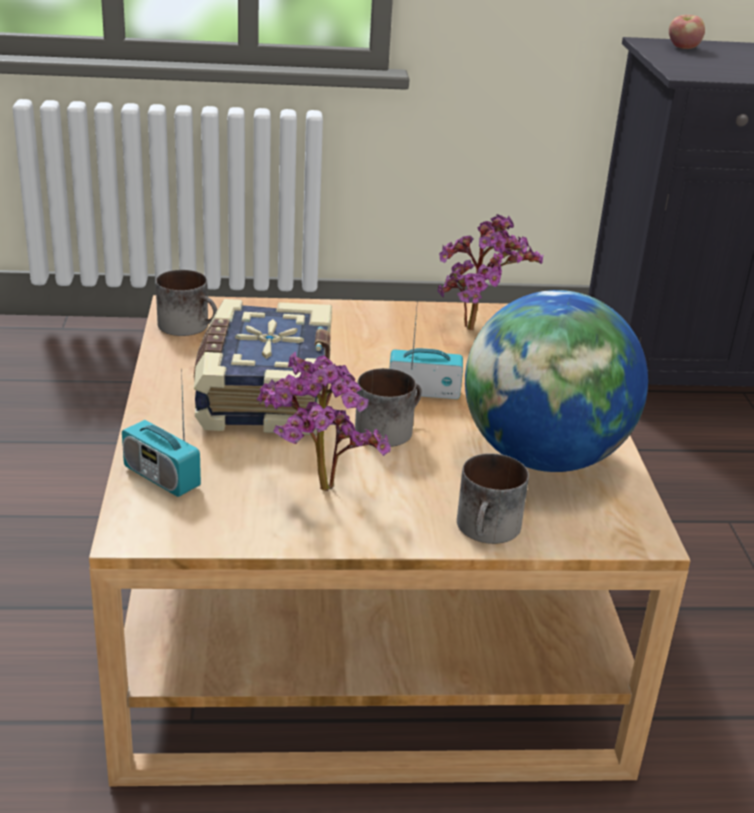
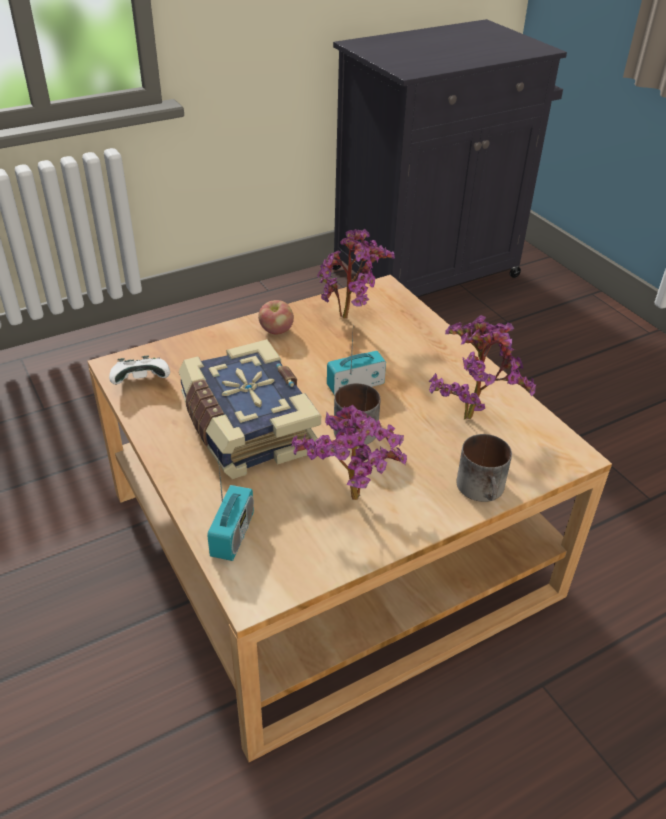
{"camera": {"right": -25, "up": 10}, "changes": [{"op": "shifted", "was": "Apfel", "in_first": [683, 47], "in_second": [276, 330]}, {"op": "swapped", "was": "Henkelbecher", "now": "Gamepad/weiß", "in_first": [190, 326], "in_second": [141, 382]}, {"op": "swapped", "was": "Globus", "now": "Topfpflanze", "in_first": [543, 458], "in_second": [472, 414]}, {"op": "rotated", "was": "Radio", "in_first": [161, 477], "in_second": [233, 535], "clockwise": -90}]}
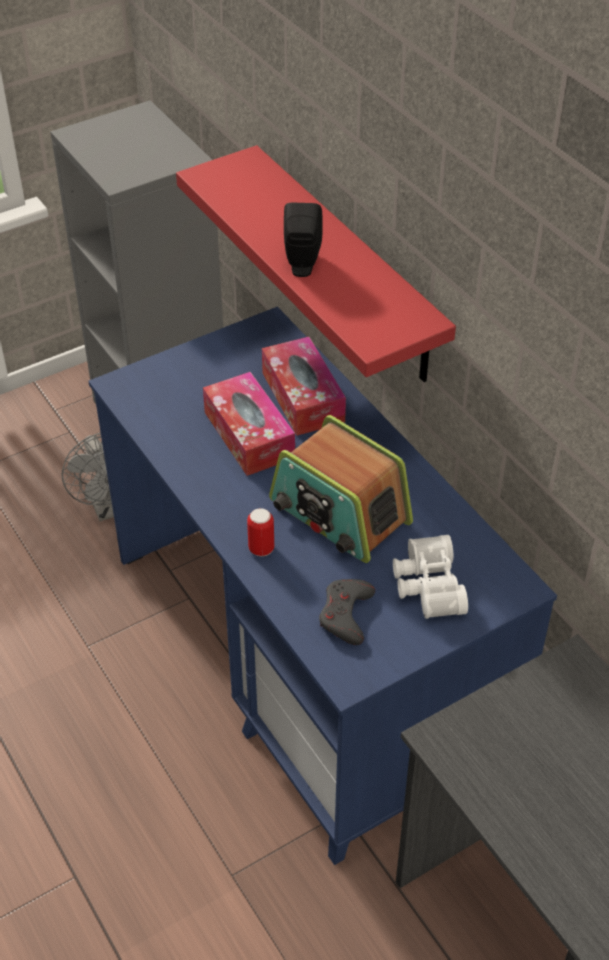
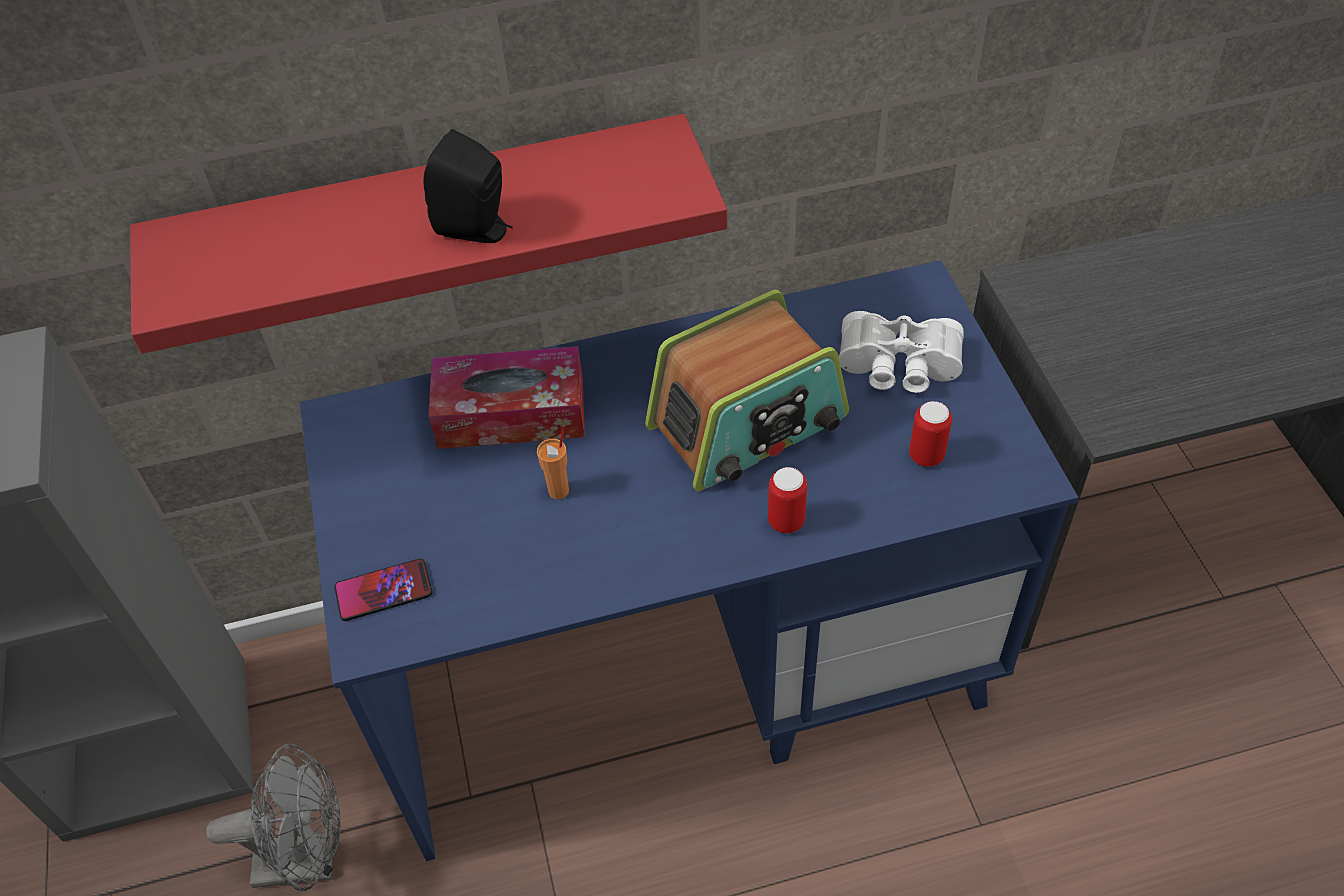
{"camera": {"right": -70, "up": 5}, "changes": [{"op": "new", "now": "Handy", "in_second": [383, 591]}, {"op": "swapped", "was": "Taschentuchbox", "now": "Tasse/orange", "in_first": [249, 435], "in_second": [559, 490]}, {"op": "swapped", "was": "Gamepad/grau", "now": "Dose", "in_first": [346, 615], "in_second": [926, 456]}]}
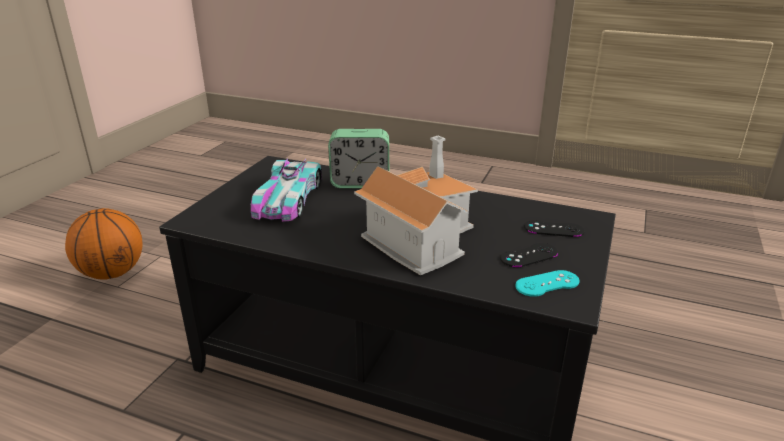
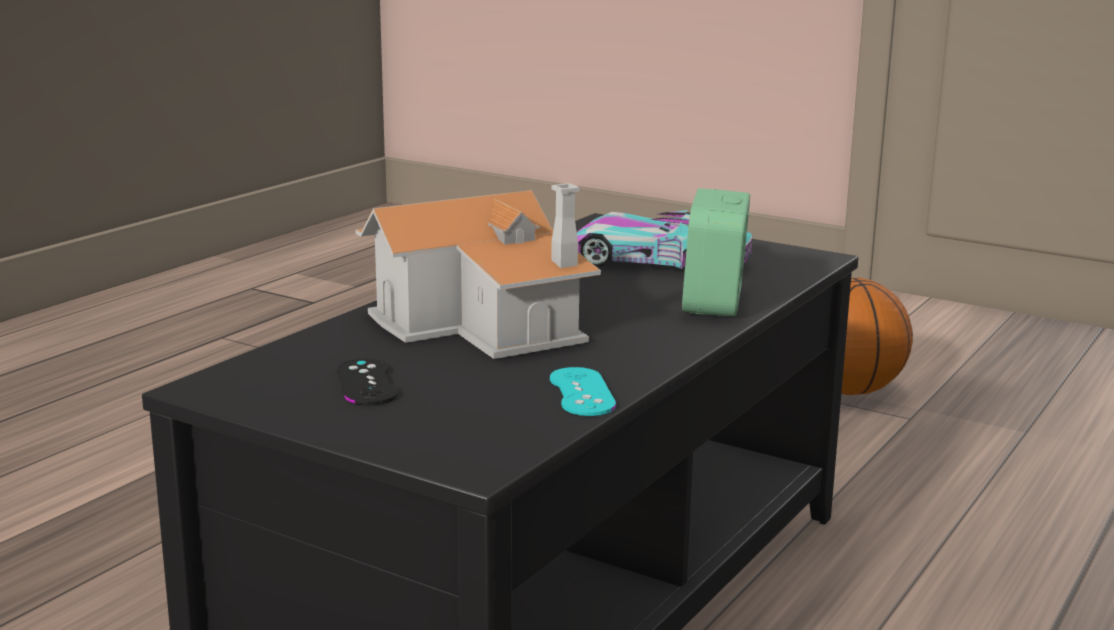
{"camera": {"right": 100, "up": -10}, "changes": [{"op": "gone", "was": "Gamepad/schwarz", "in_first": [553, 229]}, {"op": "shifted", "was": "Gamepad/türkis", "in_first": [547, 284], "in_second": [581, 392]}]}
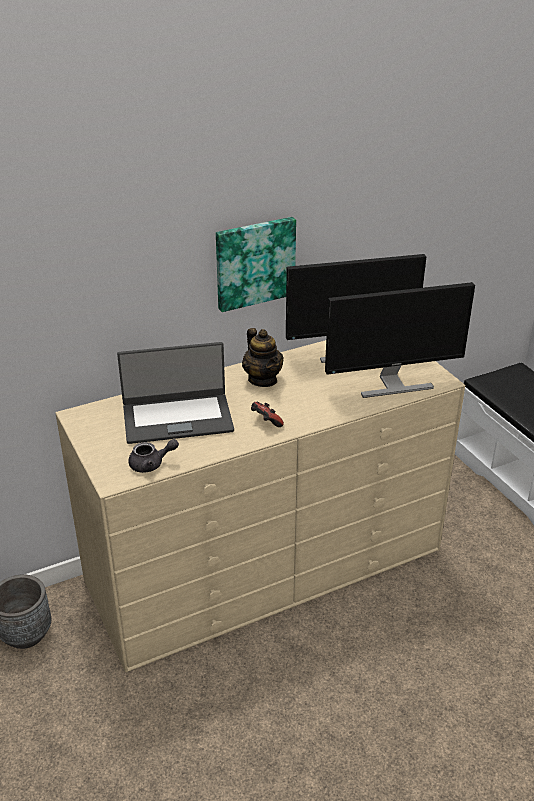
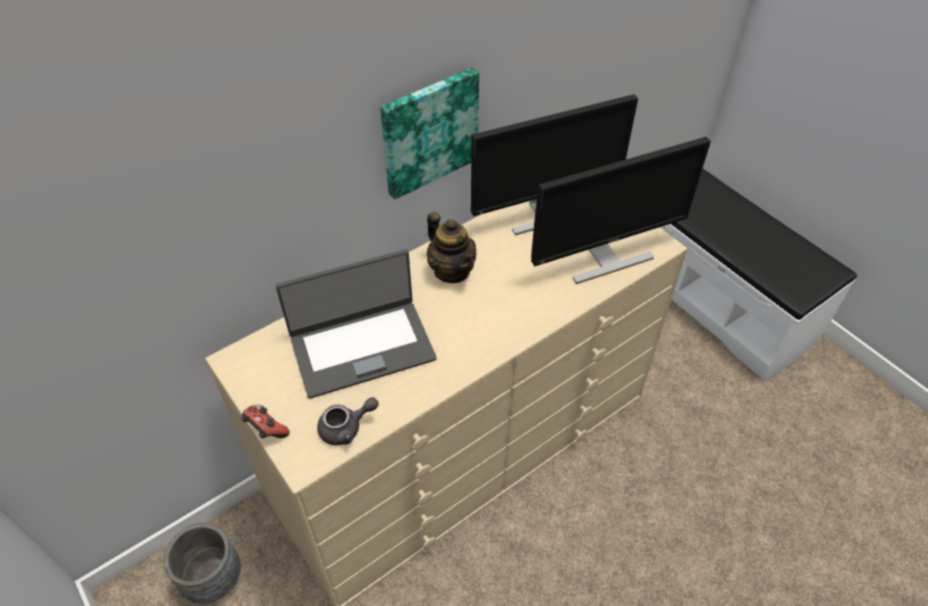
{"camera": {"right": -10, "up": 15}, "changes": [{"op": "shifted", "was": "Gamepad", "in_first": [265, 422], "in_second": [266, 430]}]}
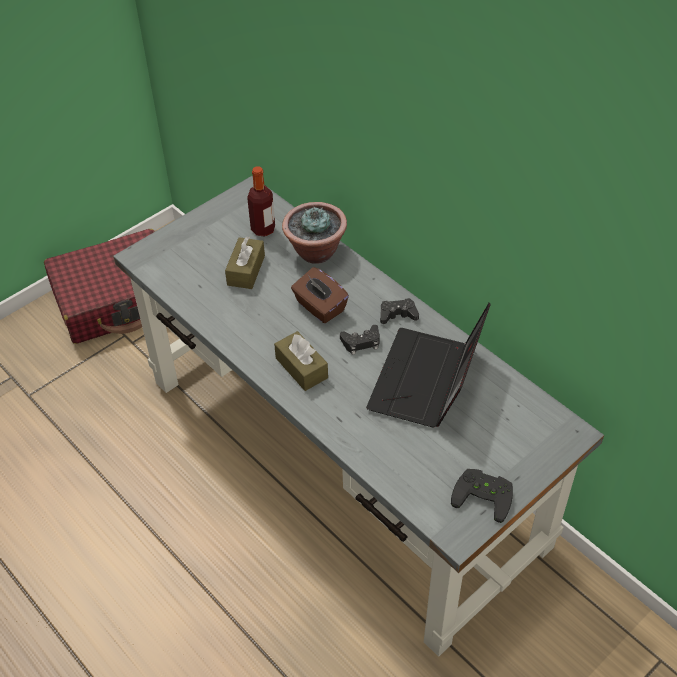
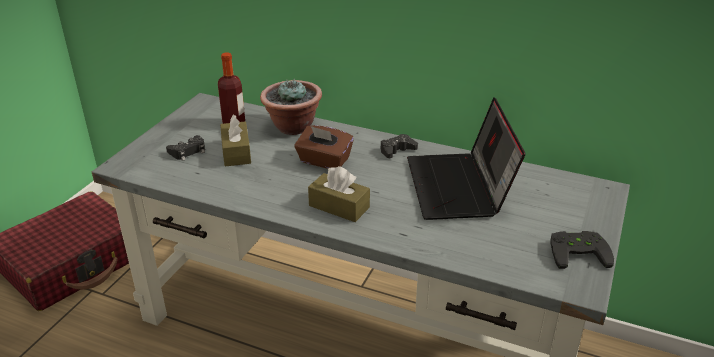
{"camera": {"right": -25, "up": -15}, "changes": [{"op": "shifted", "was": "Gamepad/schwarz", "in_first": [361, 342], "in_second": [188, 151]}]}
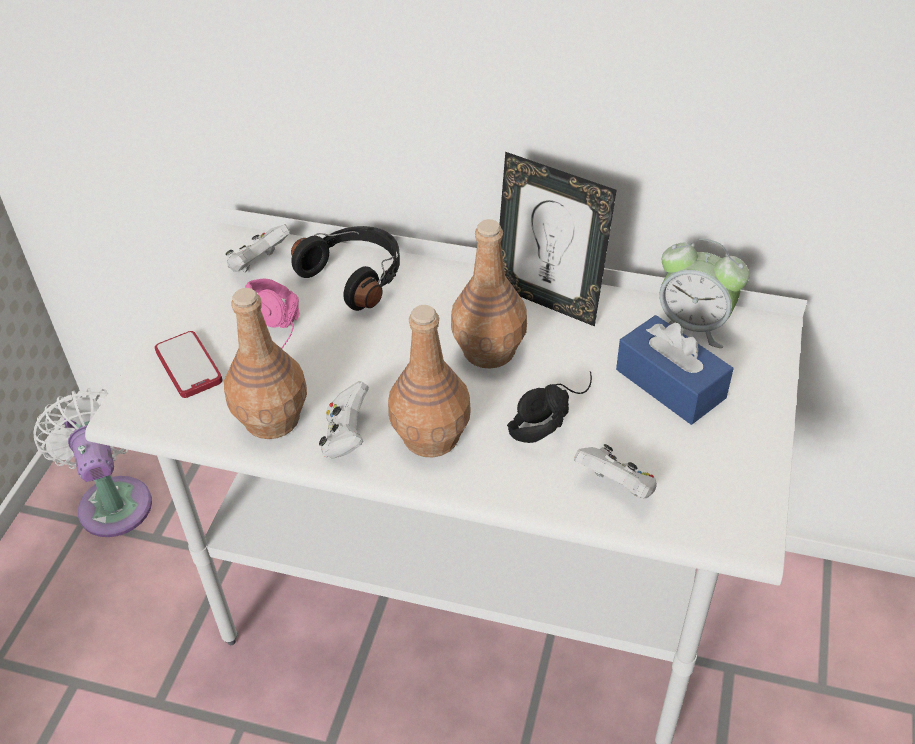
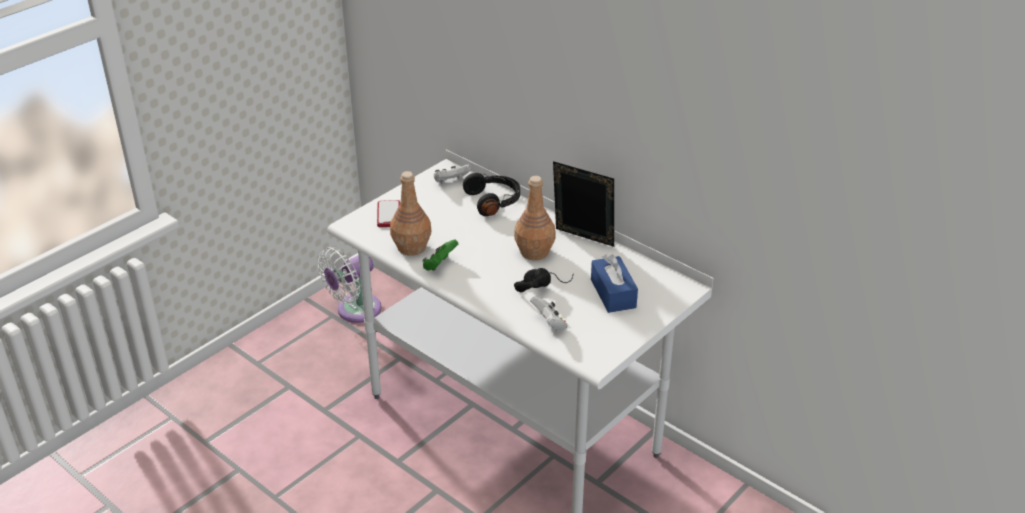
{"camera": {"right": 25, "up": -10}, "changes": [{"op": "gone", "was": "Kopfhörer/rosa", "in_first": [285, 329]}, {"op": "gone", "was": "Flasche/braun", "in_first": [430, 437]}, {"op": "gone", "was": "Wecker", "in_first": [693, 325]}, {"op": "repainted", "was": "Gamepad/weiß", "now": "Gamepad/grün", "in_first": [346, 437], "in_second": [439, 265]}, {"op": "rotated", "was": "Ventilator/weiß", "in_first": [114, 500], "in_second": [354, 311], "clockwise": -135}, {"op": "rotated", "was": "Bilderrahmen", "in_first": [548, 300], "in_second": [582, 240], "clockwise": 150}]}
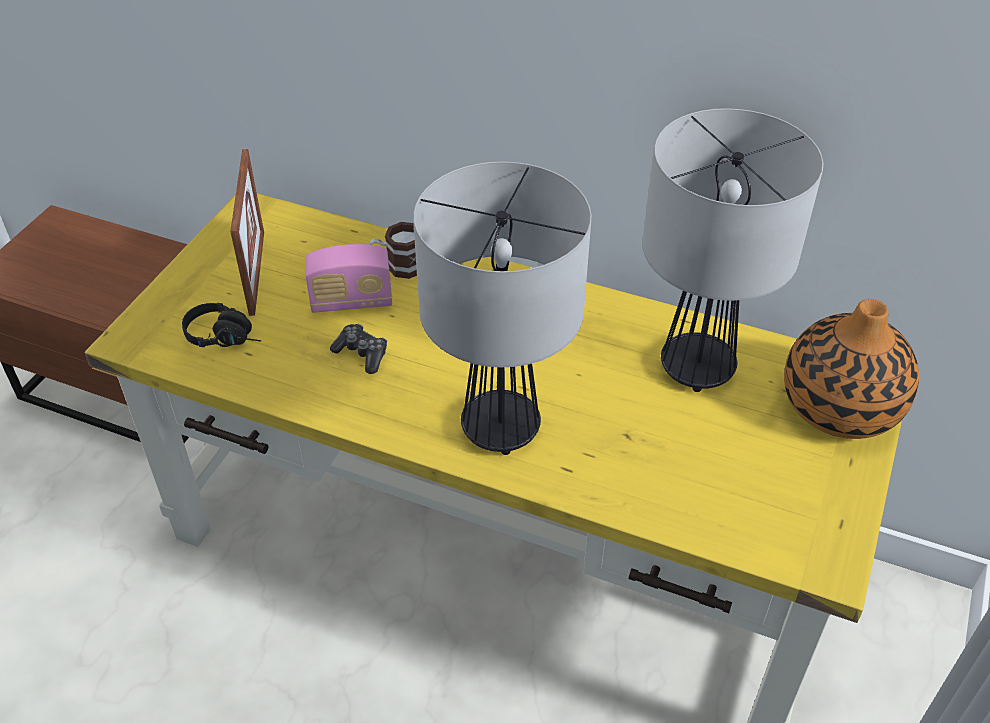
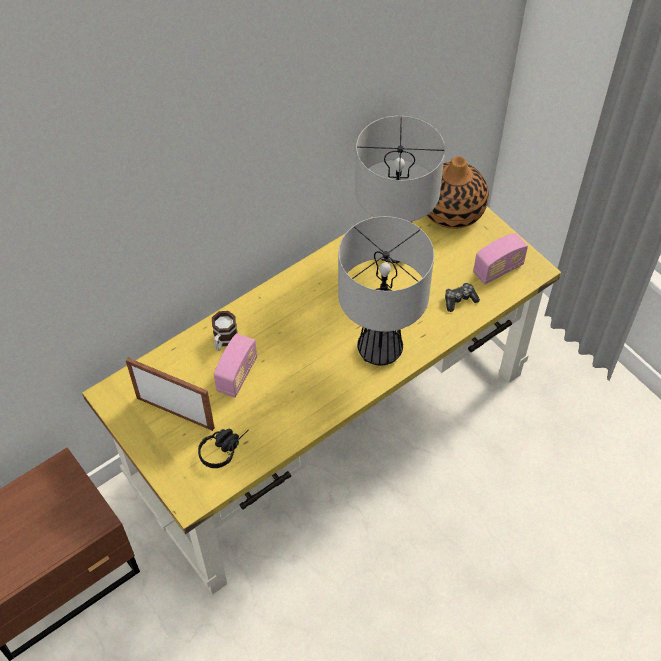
{"camera": {"right": -60, "up": 10}, "changes": [{"op": "new", "now": "Radio", "in_second": [498, 269]}, {"op": "shifted", "was": "Gamepad", "in_first": [362, 354], "in_second": [459, 300]}]}
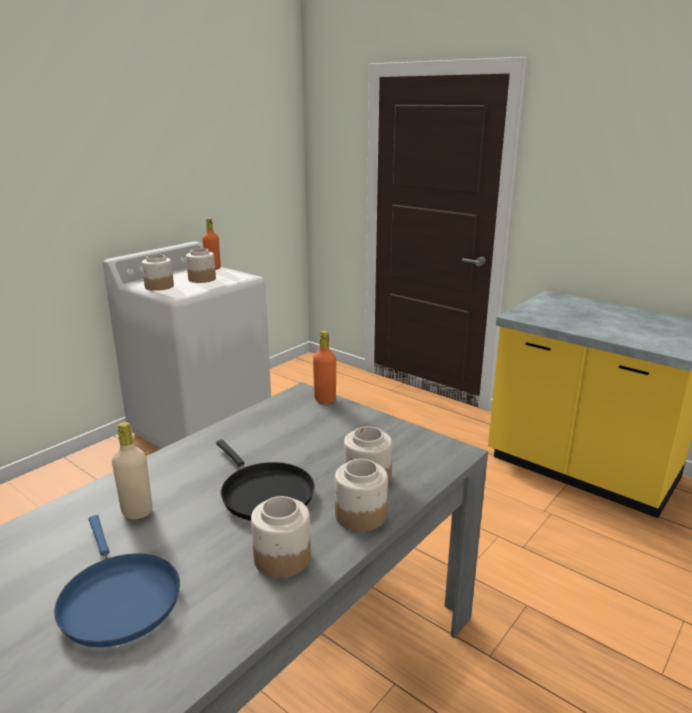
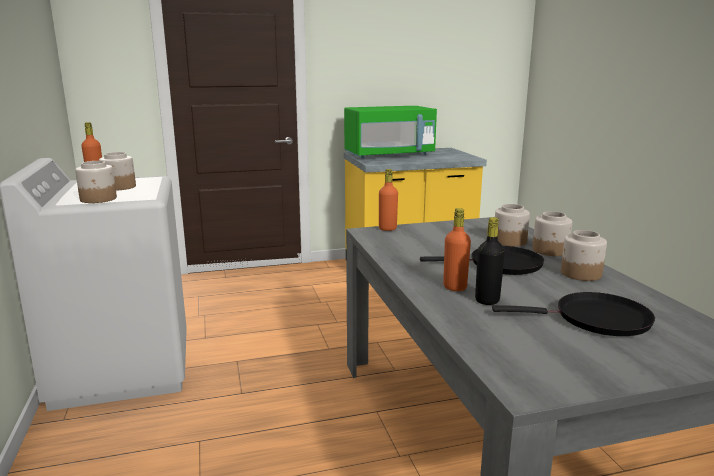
{"camera": {"right": -55, "up": -5}, "changes": [{"op": "new", "now": "Mikrowelle/grün", "in_second": [389, 155]}, {"op": "new", "now": "Flasche/orange", "in_second": [455, 287]}, {"op": "repainted", "was": "Pfanne/blau", "now": "Pfanne/schwarz", "in_first": [118, 598], "in_second": [596, 319]}, {"op": "repainted", "was": "Flasche/beige", "now": "Flasche/schwarz", "in_first": [137, 512], "in_second": [487, 300]}]}
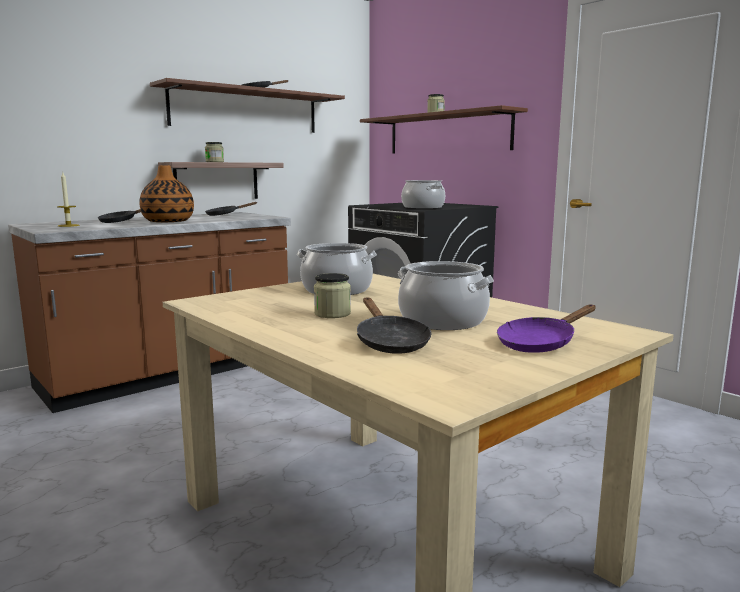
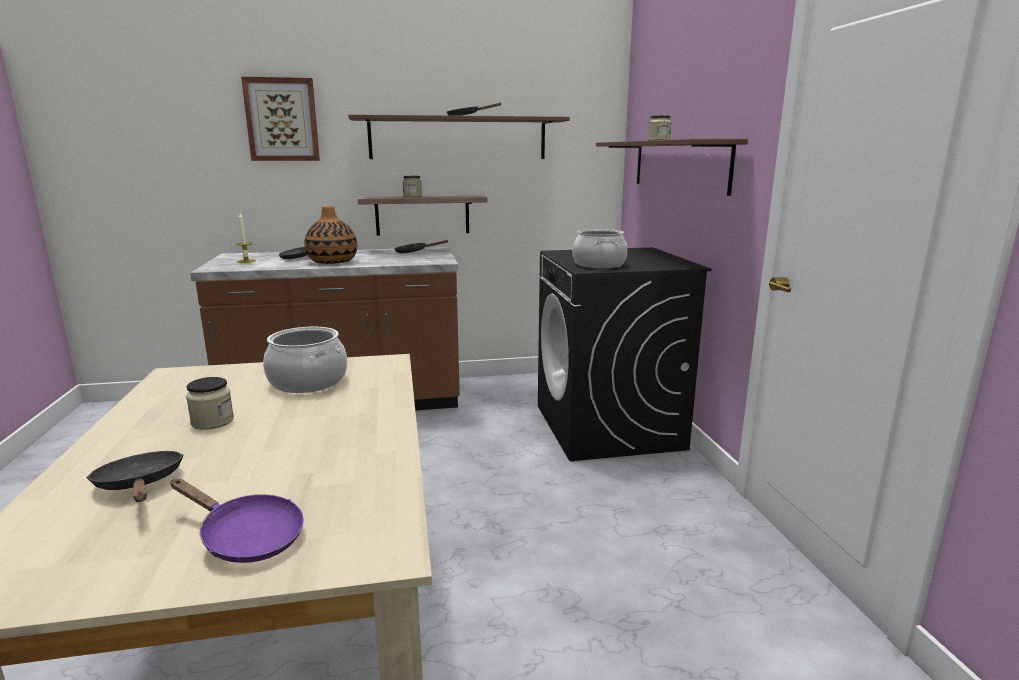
{"camera": {"right": 30, "up": 5}, "changes": [{"op": "gone", "was": "Kochtopf", "in_first": [442, 321]}, {"op": "new", "now": "Bild", "in_second": [282, 120]}, {"op": "rotated", "was": "Pfanne/schwarz", "in_first": [390, 342], "in_second": [140, 485], "clockwise": 135}, {"op": "rotated", "was": "Pfanne/lila", "in_first": [540, 343], "in_second": [246, 537], "clockwise": -150}]}
